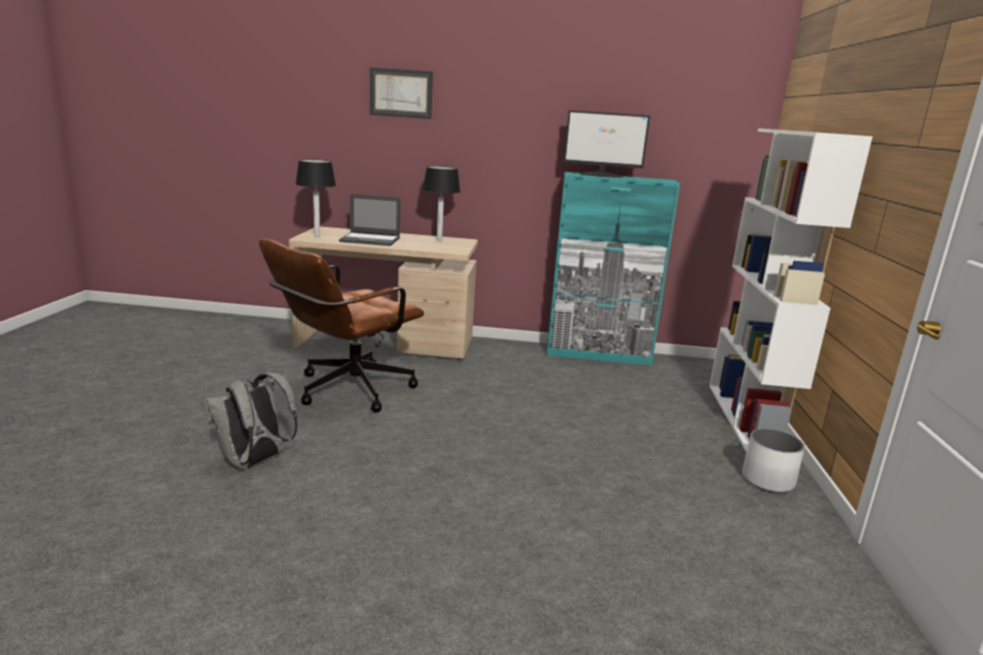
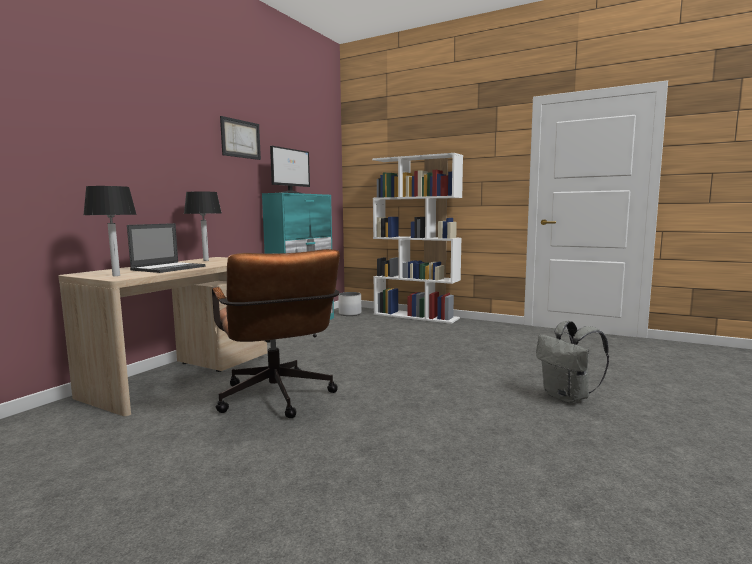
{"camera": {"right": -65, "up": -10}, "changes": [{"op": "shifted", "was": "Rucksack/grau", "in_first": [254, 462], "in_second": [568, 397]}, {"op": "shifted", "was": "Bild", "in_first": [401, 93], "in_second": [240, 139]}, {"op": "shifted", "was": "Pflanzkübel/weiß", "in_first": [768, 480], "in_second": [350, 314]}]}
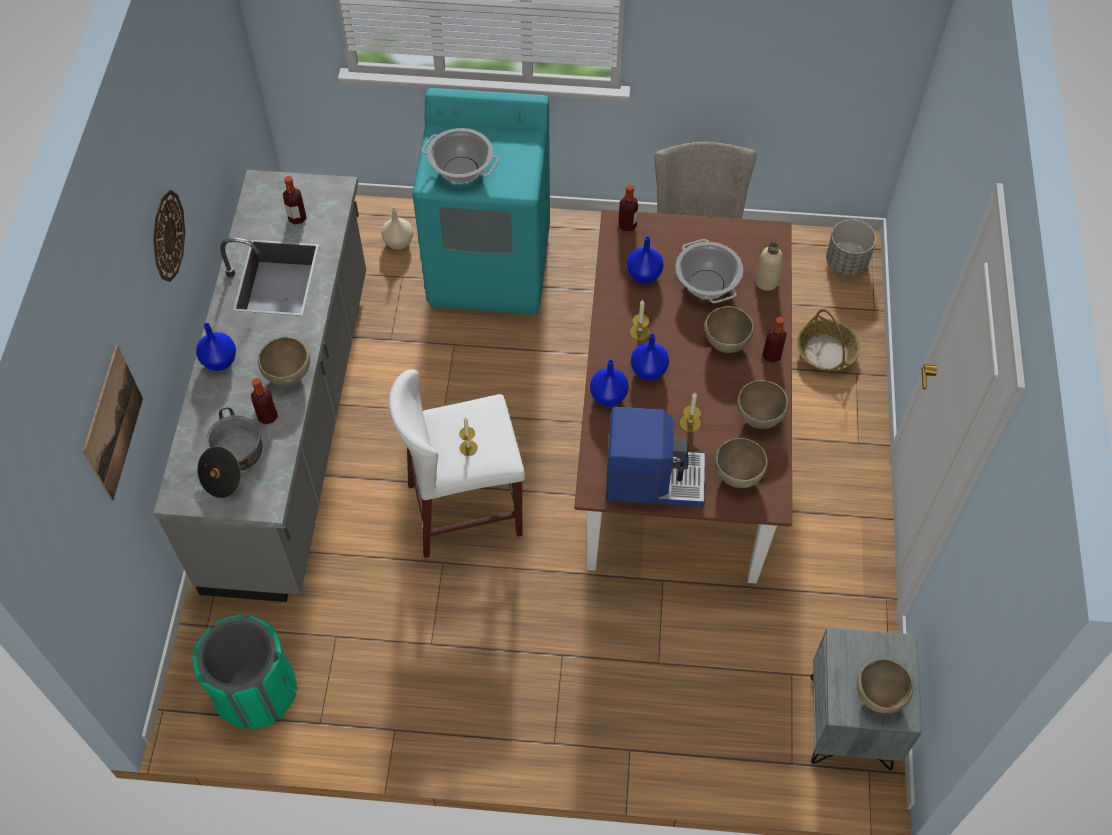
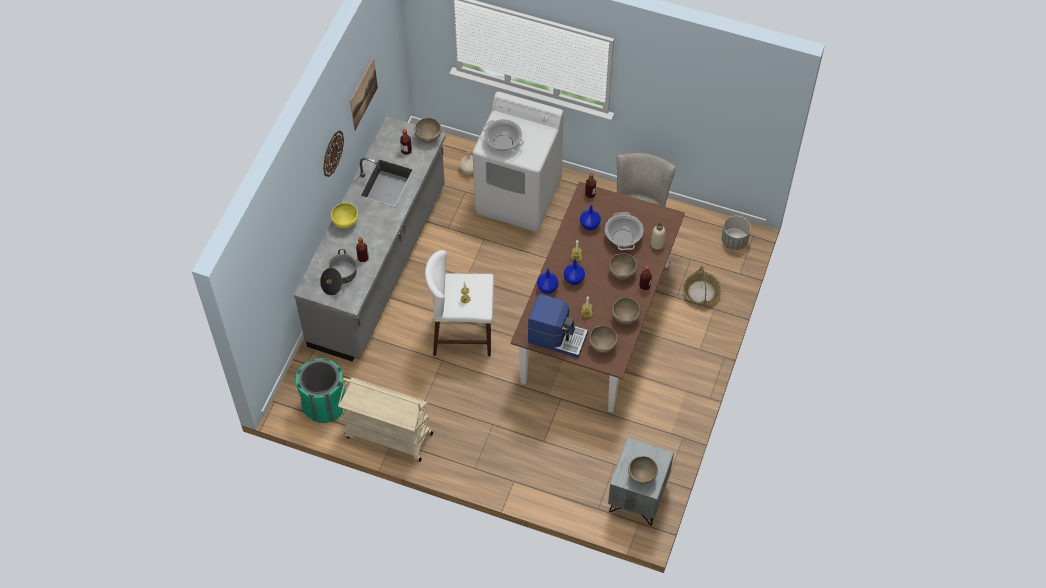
{"camera": {"right": 15, "up": 0}, "changes": [{"op": "new", "now": "Rollwagen/beige", "in_second": [387, 435]}, {"op": "shifted", "was": "Bild", "in_first": [113, 423], "in_second": [363, 94]}, {"op": "shifted", "was": "Schüssel/braun", "in_first": [288, 374], "in_second": [428, 137]}, {"op": "swapped", "was": "Vase/blau", "now": "Schüssel/gelb", "in_first": [220, 361], "in_second": [346, 223]}, {"op": "repainted", "was": "Waschmaschine/türkis", "now": "Waschmaschine/weiß", "in_first": [490, 267], "in_second": [518, 197]}]}
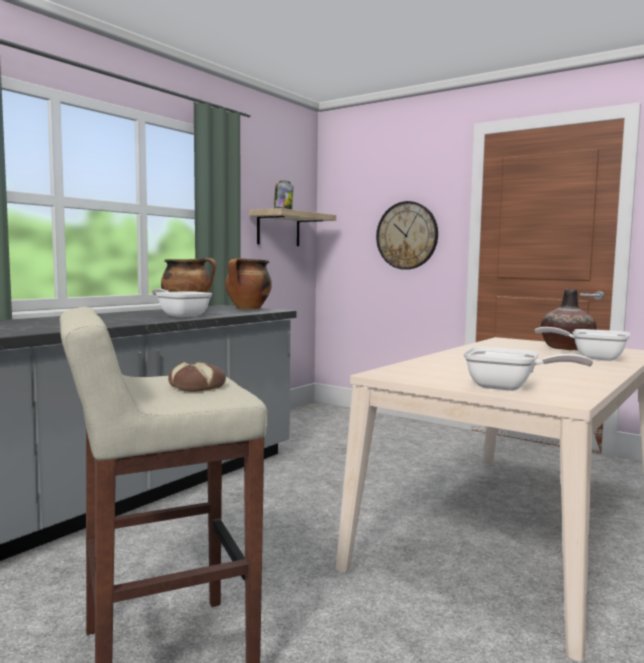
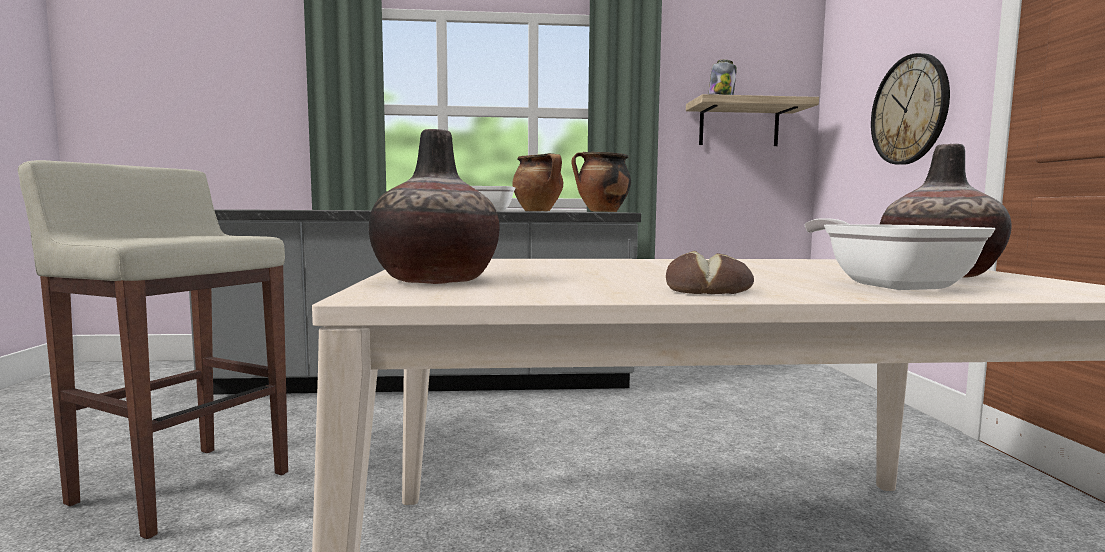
{"camera": {"right": 50, "up": 0}, "changes": [{"op": "shifted", "was": "Brot", "in_first": [197, 386], "in_second": [708, 290]}, {"op": "swapped", "was": "Pfanne", "now": "Vase", "in_first": [509, 388], "in_second": [436, 280]}]}
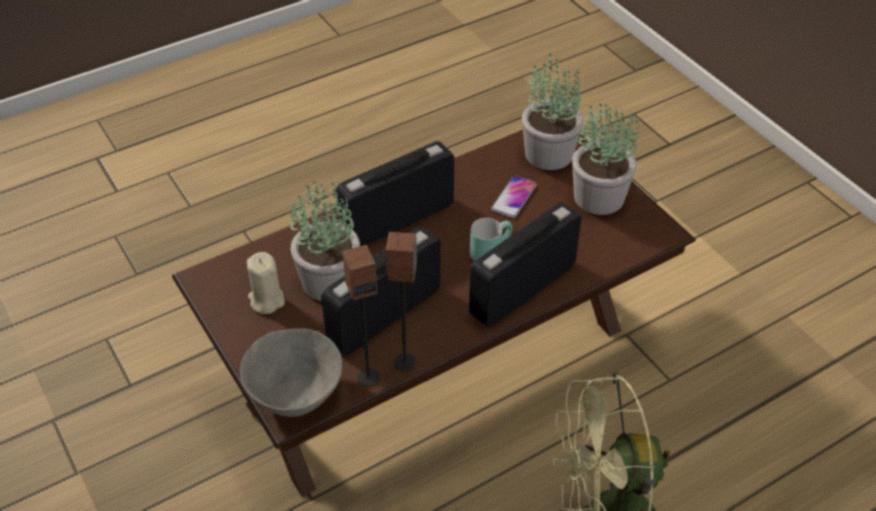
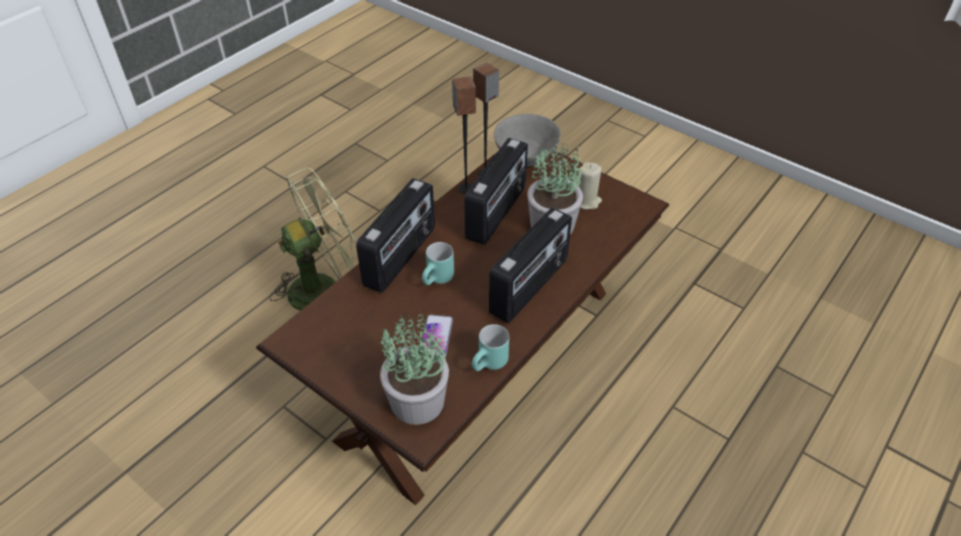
{"camera": {"right": 160, "up": 0}, "changes": [{"op": "gone", "was": "Topfpflanze", "in_first": [599, 198]}, {"op": "new", "now": "Henkelbecher/türkis", "in_second": [490, 365]}]}
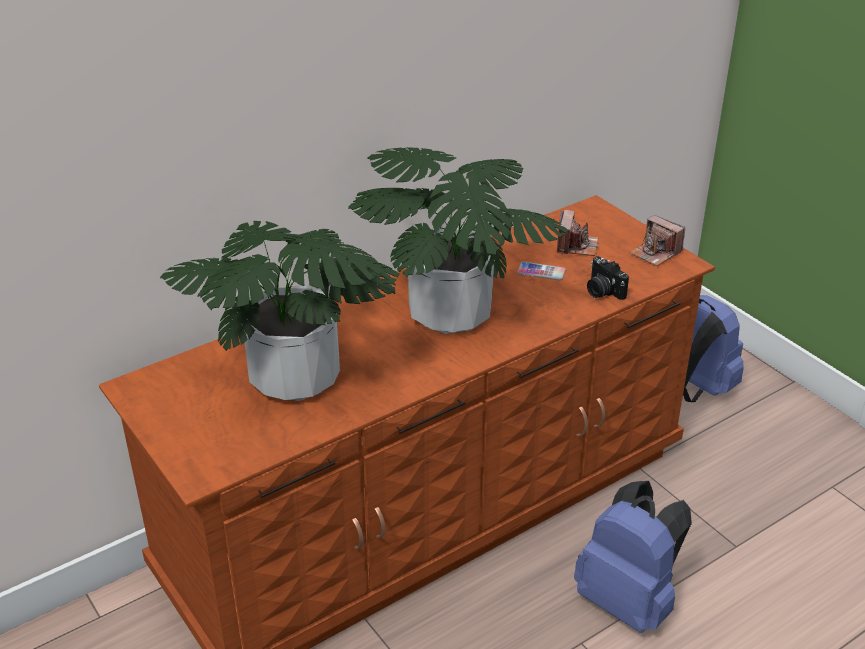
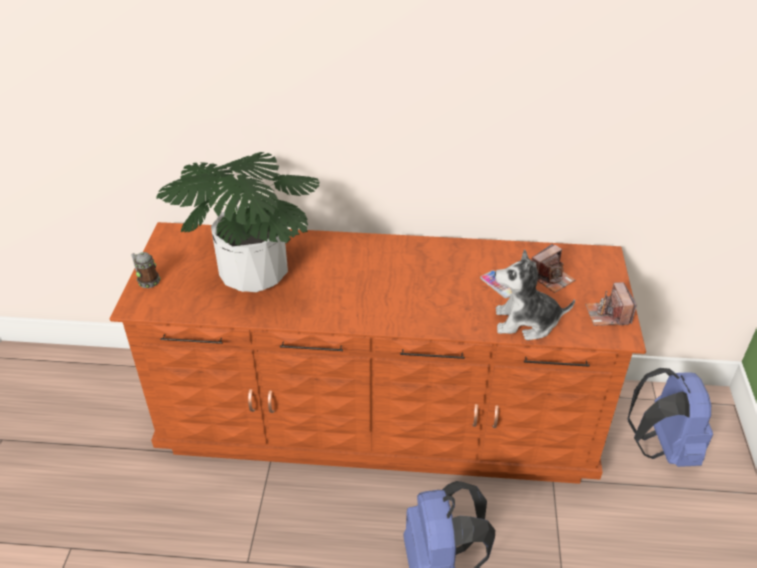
{"camera": {"right": 40, "up": 5}, "changes": [{"op": "gone", "was": "Topfpflanze", "in_first": [450, 314]}, {"op": "new", "now": "Henkelbecher", "in_second": [147, 280]}, {"op": "swapped", "was": "Kamera", "now": "Plüschtier", "in_first": [602, 291], "in_second": [526, 322]}]}
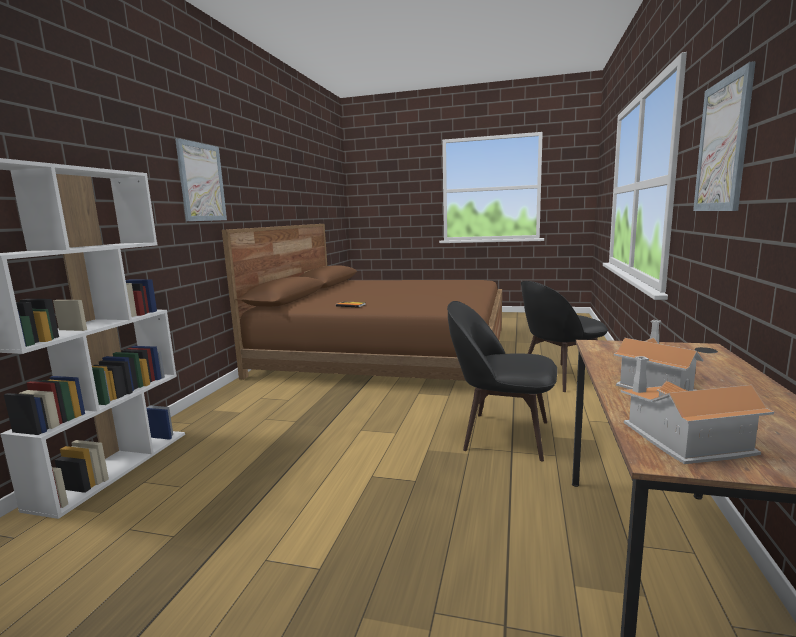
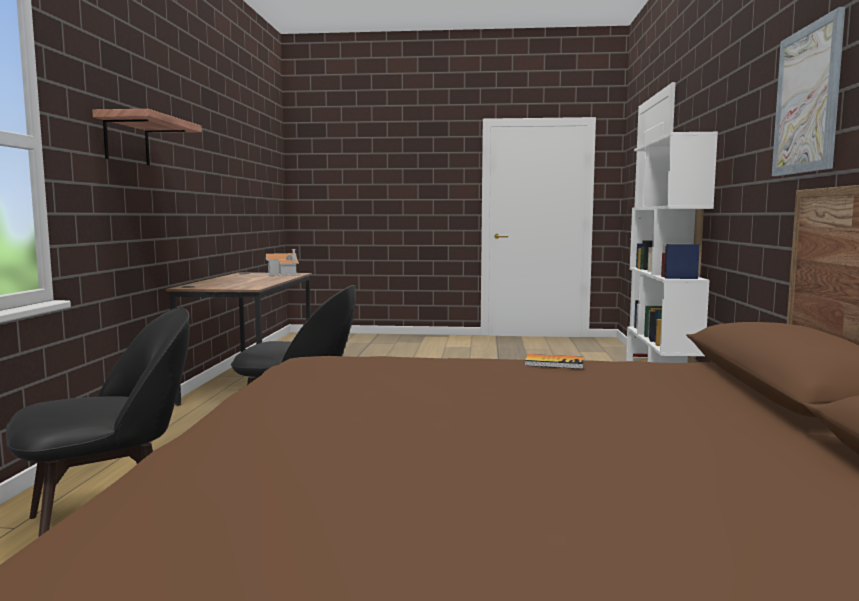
{"camera": {"right": 170, "up": -5}, "changes": [{"op": "gone", "was": "Spielzeughaus", "in_first": [655, 384]}, {"op": "swapped", "was": "Bild", "now": "Wandregal", "in_first": [722, 146], "in_second": [126, 140]}]}
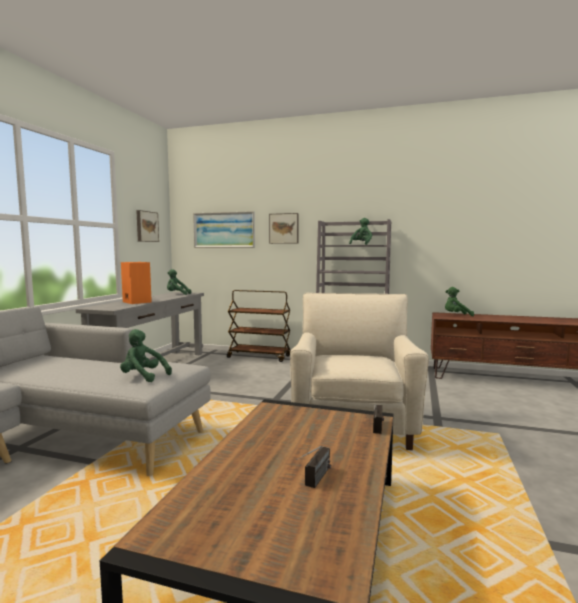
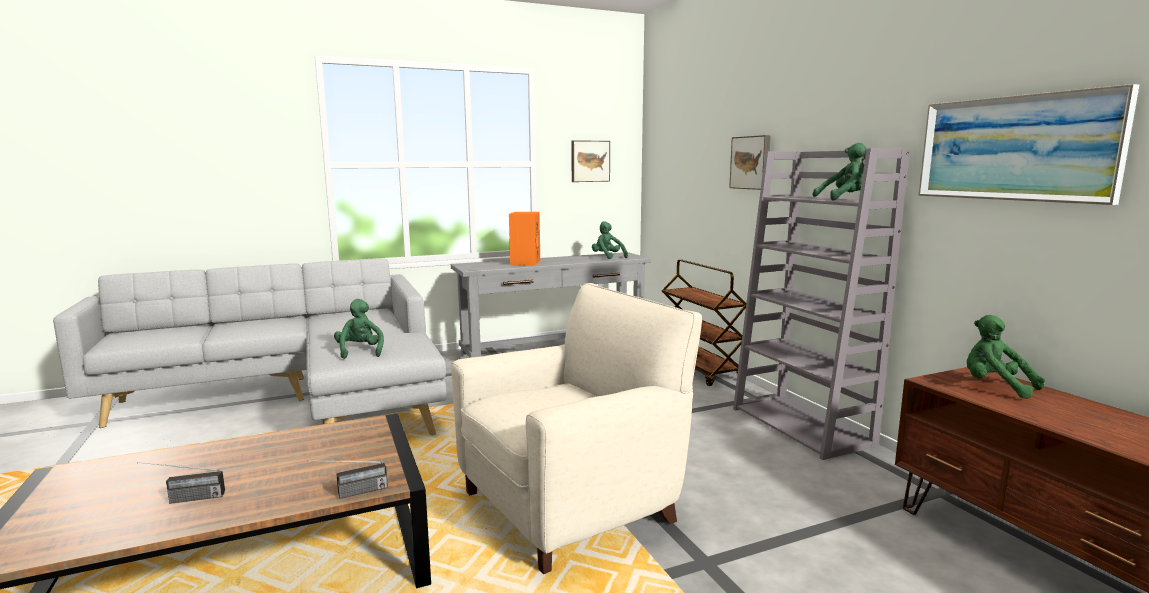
{"camera": {"right": 50, "up": 5}, "changes": [{"op": "shifted", "was": "Bild", "in_first": [224, 230], "in_second": [1014, 148]}]}
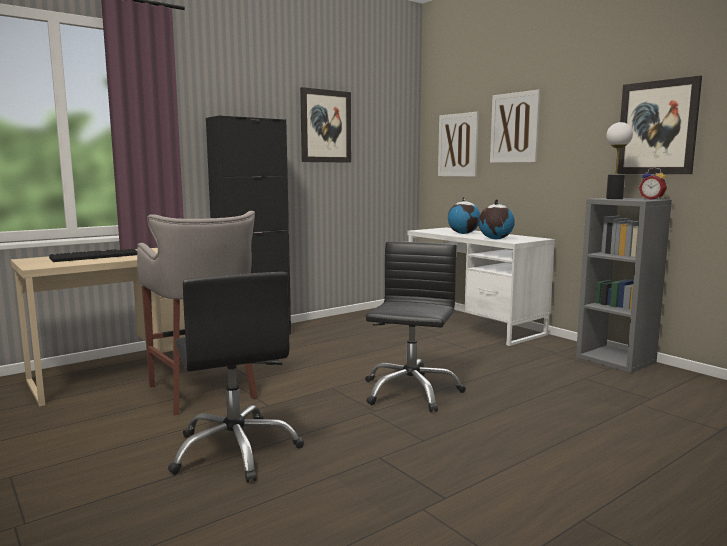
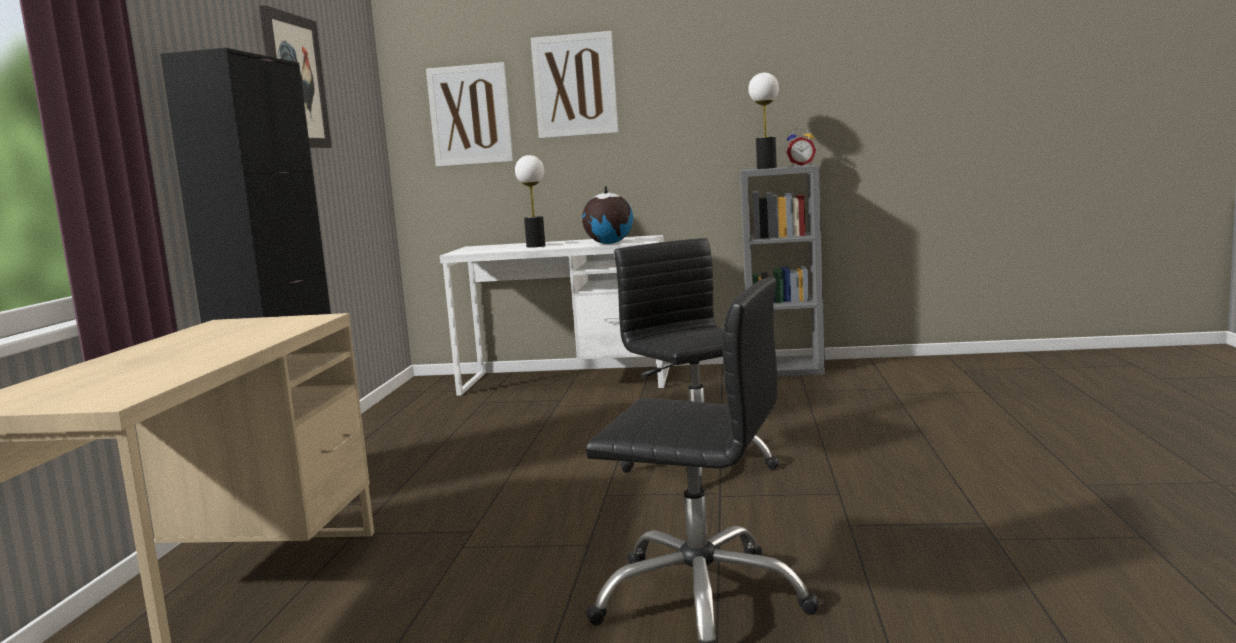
{"camera": {"right": -45, "up": 0}, "changes": [{"op": "gone", "was": "Tastatur", "in_first": [96, 256]}, {"op": "gone", "was": "Hocker/grau", "in_first": [205, 392]}, {"op": "gone", "was": "Bild", "in_first": [657, 128]}, {"op": "swapped", "was": "Globus", "now": "Tischlampe", "in_first": [463, 233], "in_second": [536, 246]}]}
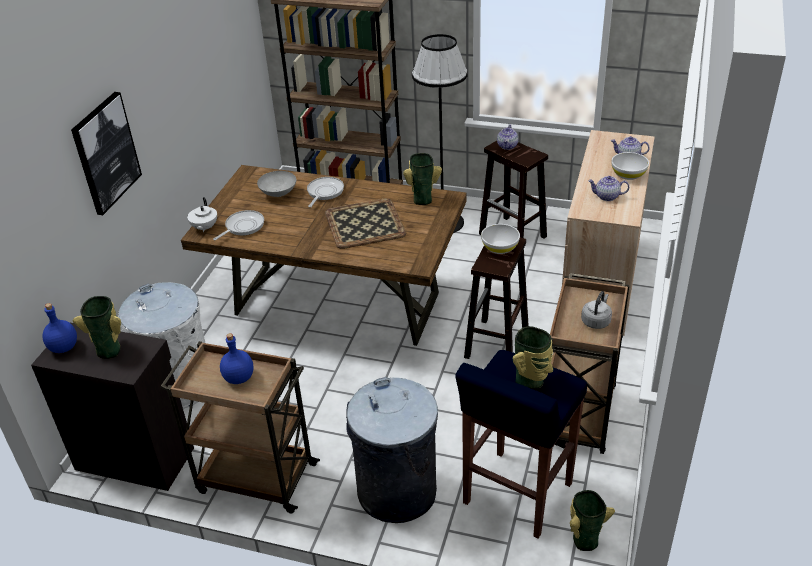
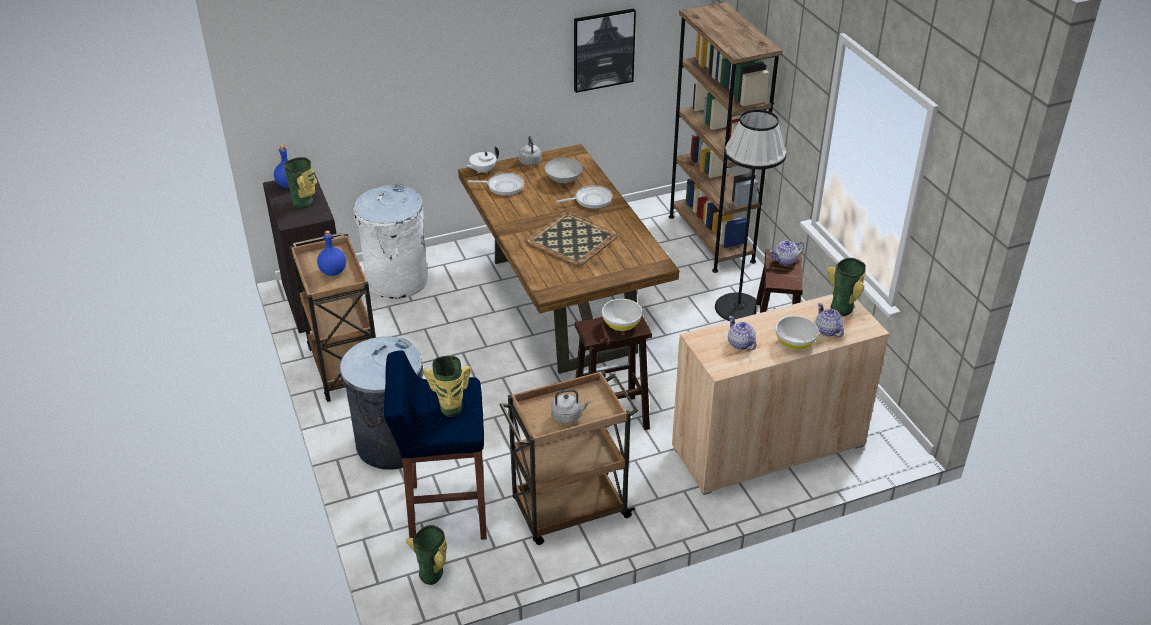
{"camera": {"right": 50, "up": 0}, "changes": [{"op": "new", "now": "Wasserkessel/grau", "in_second": [530, 161]}, {"op": "shifted", "was": "Bild", "in_first": [105, 153], "in_second": [603, 49]}, {"op": "shifted", "was": "Vase", "in_first": [422, 198], "in_second": [843, 307]}]}
